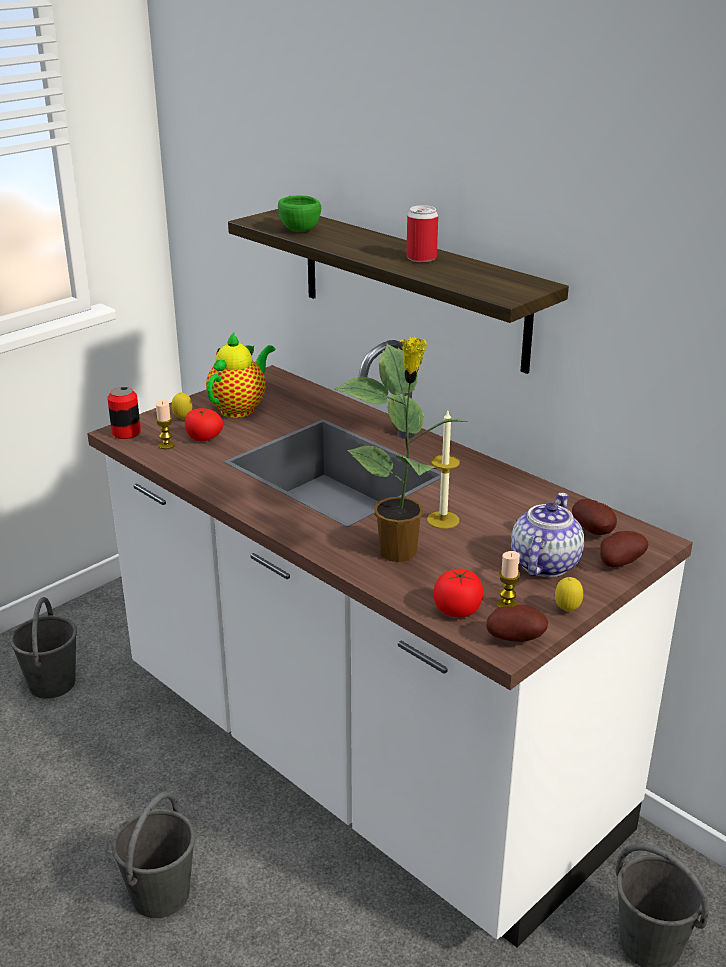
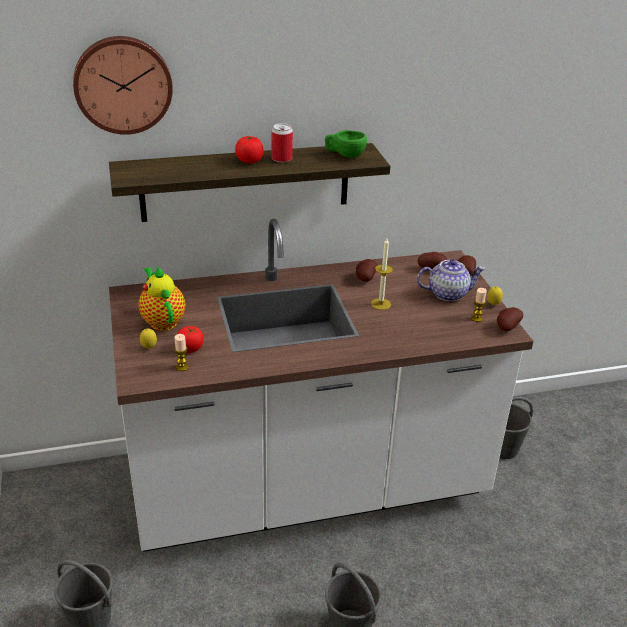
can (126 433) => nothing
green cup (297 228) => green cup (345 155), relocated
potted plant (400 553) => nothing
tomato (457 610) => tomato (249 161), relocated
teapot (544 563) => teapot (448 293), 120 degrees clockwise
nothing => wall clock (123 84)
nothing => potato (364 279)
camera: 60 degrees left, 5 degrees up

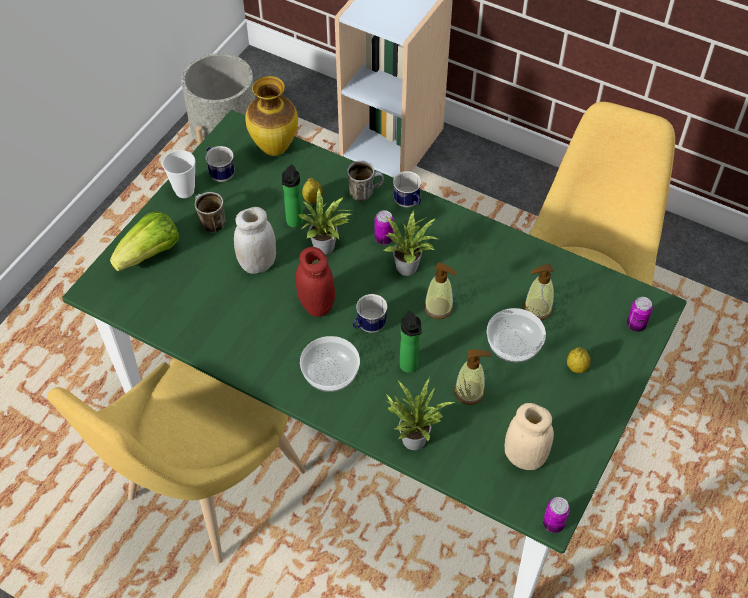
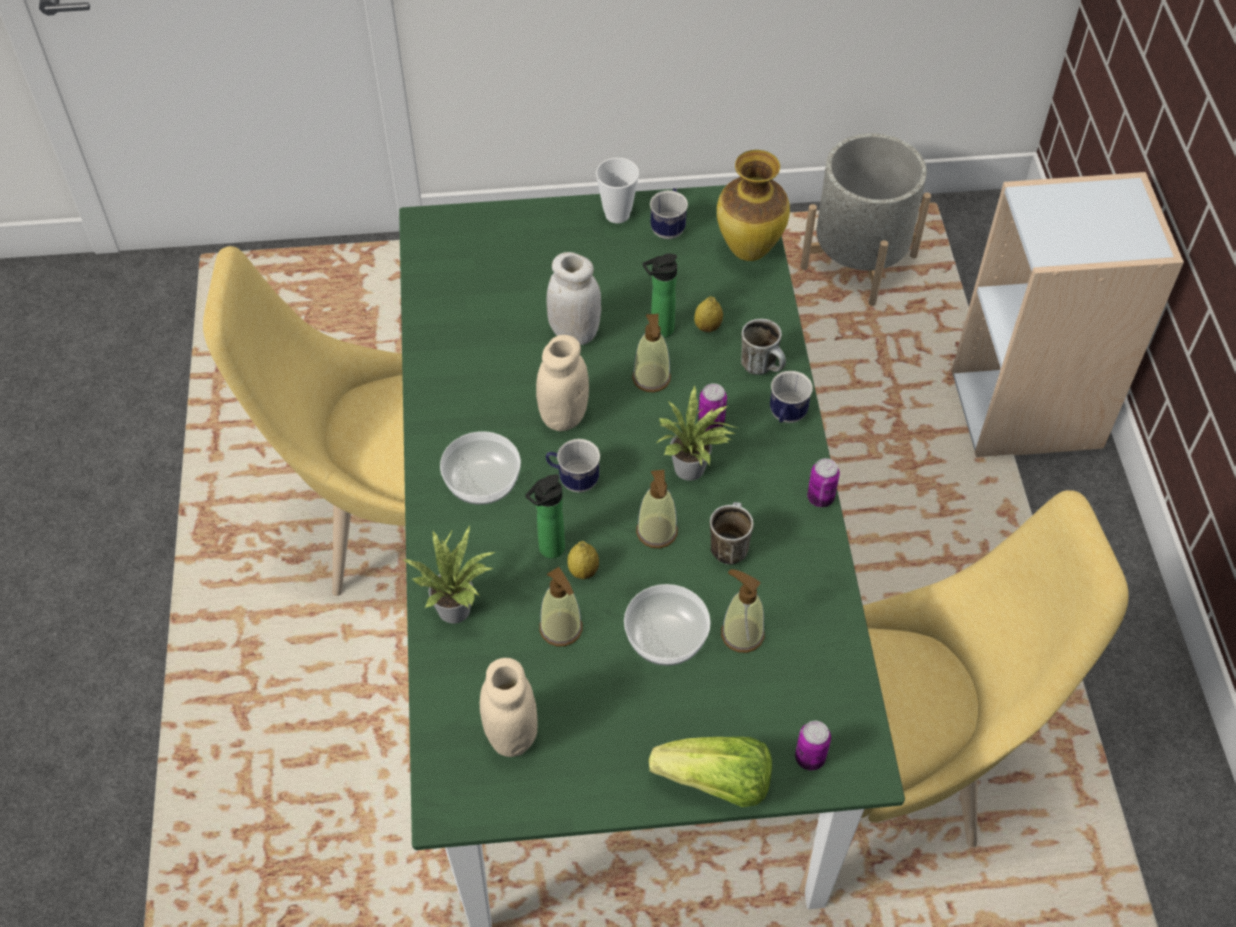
lettuce (150 254) => lettuce (716 783), relocated
mug (209 223) => mug (728 545), relocated
red jar (316 305) => beige jar (563 416)
potted plant (326 247) => soap dispenser (651 378)
can (553 523) => can (820 498), relocated
lemon (576 367) => lemon (583 571), relocated
camera: 55 degrees right, 0 degrees up

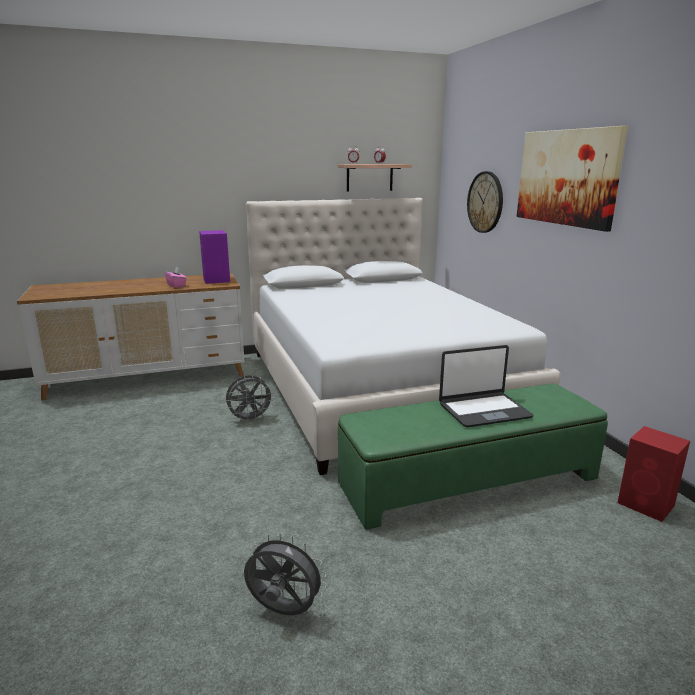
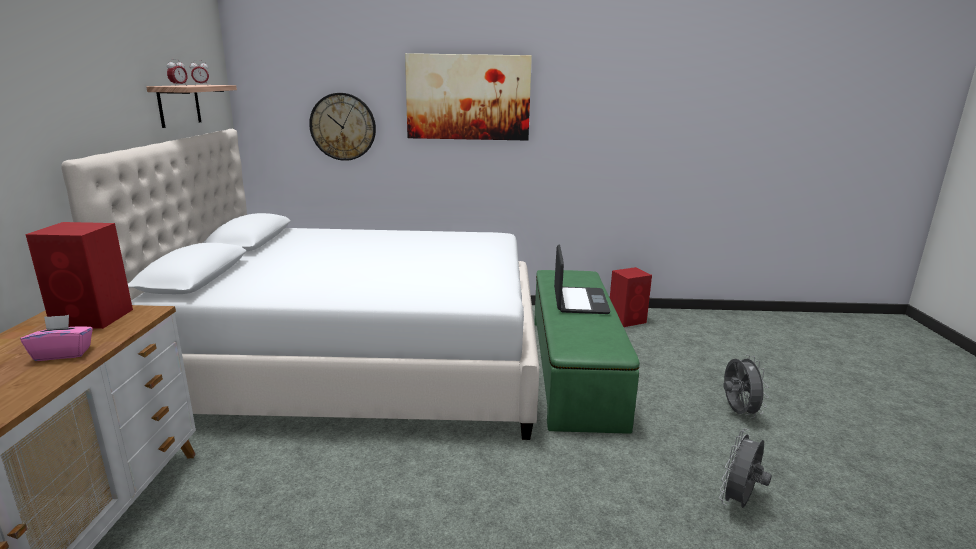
purple speaker (216 280) => red speaker (94 318)
grey fan (250 419) => grey fan (737 412), relocated
camera: 70 degrees left, 0 degrees up

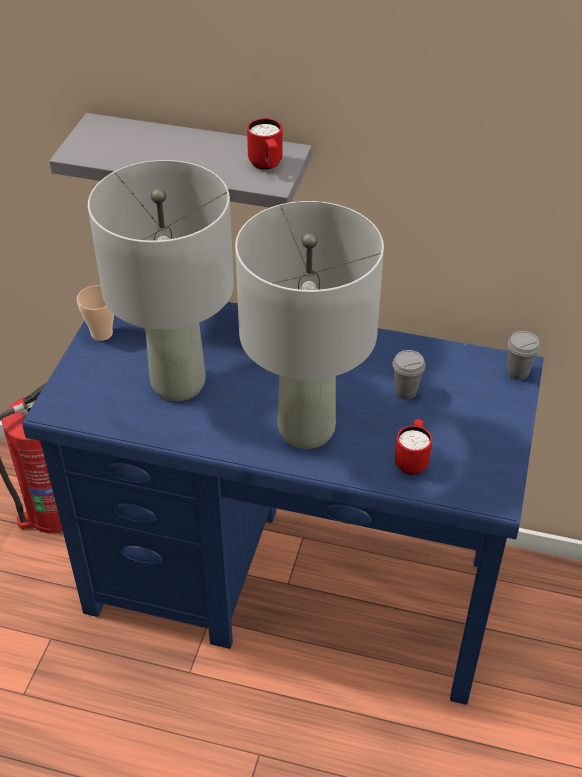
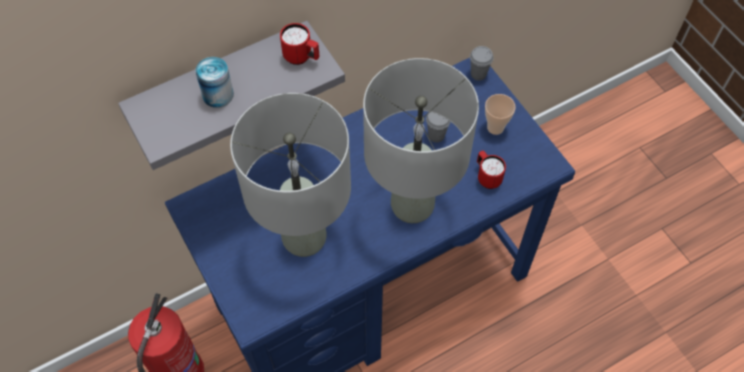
cup (102 333) => cup (495 127), relocated
nothing => can (218 95)
camera: 45 degrees left, 15 degrees up

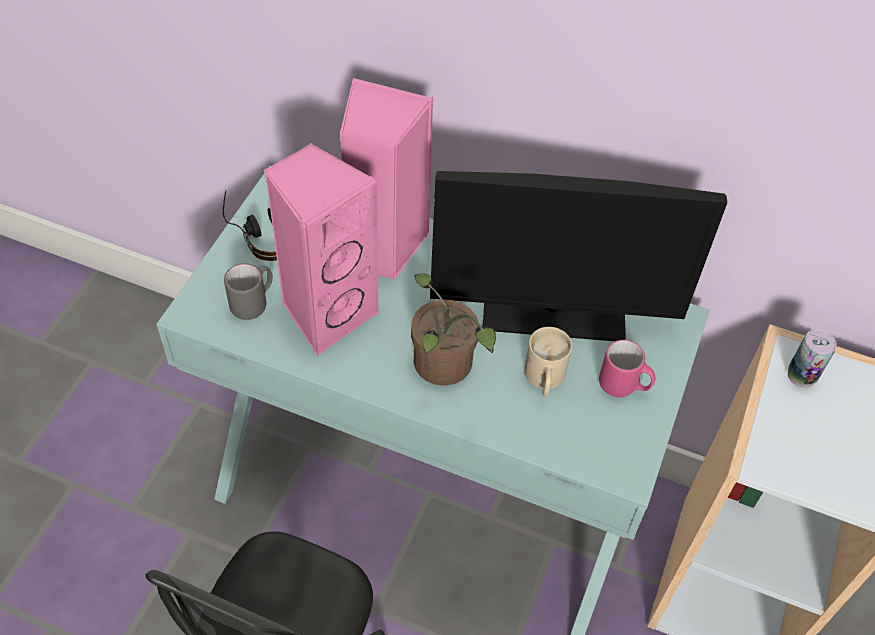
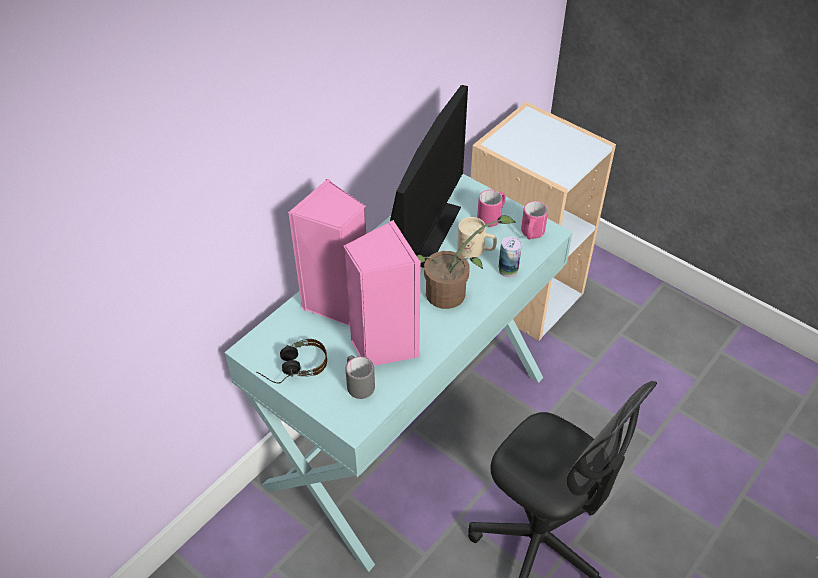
can (801 375) => can (508 270), relocated
nothing => pink mug (531 234)
camera: 70 degrees left, 5 degrees down

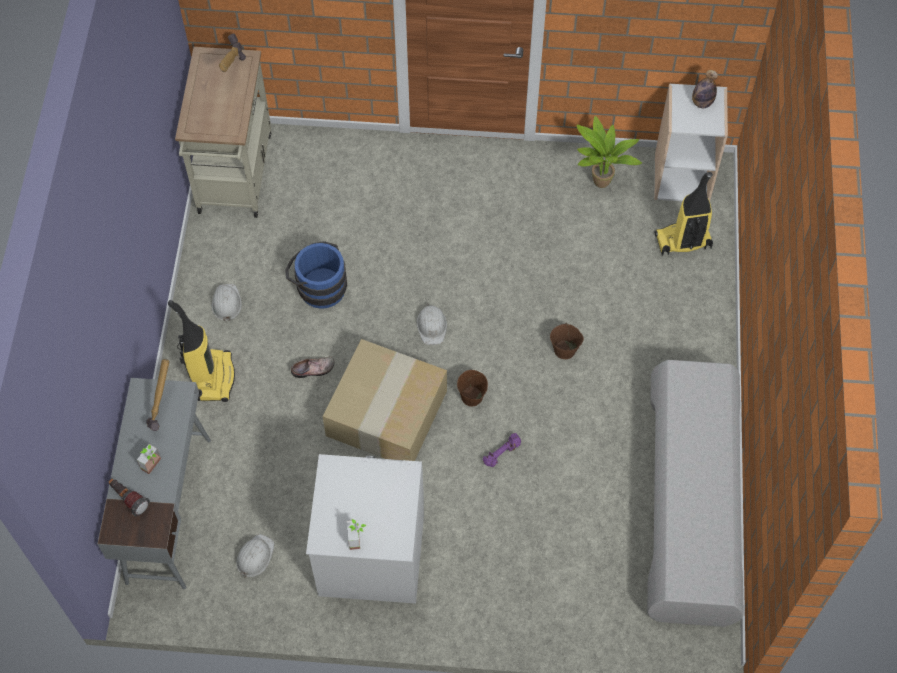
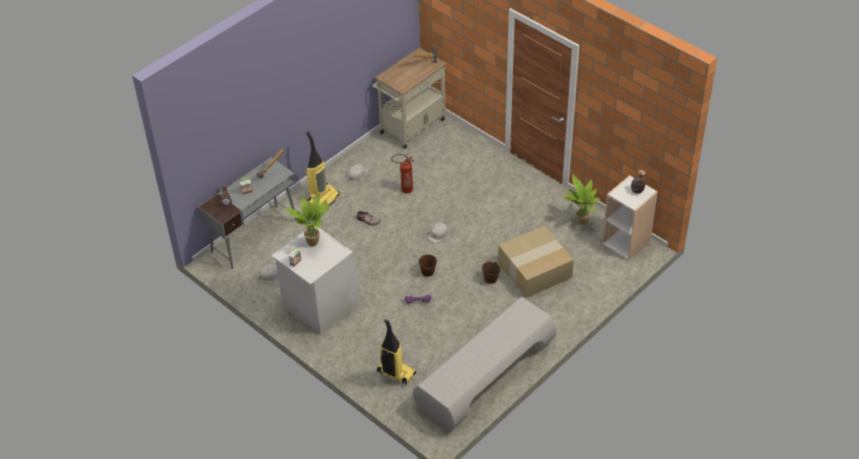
blue bucket (318 286) => fire extinguisher (404 190)
cardboard box (387 415) => cardboard box (534 271), relocated
vacuum cleaner (682 242) => vacuum cleaner (395 373), relocated
nothing => potted plant (313 241)
camera: 40 degrees right, 15 degrees down

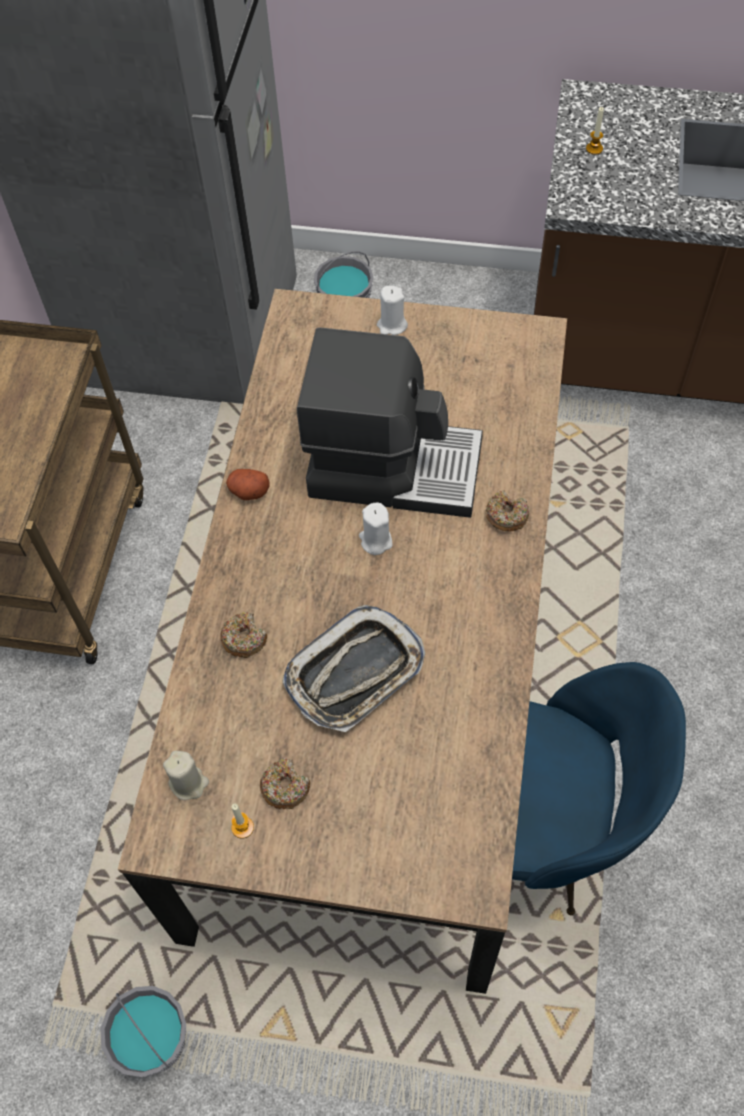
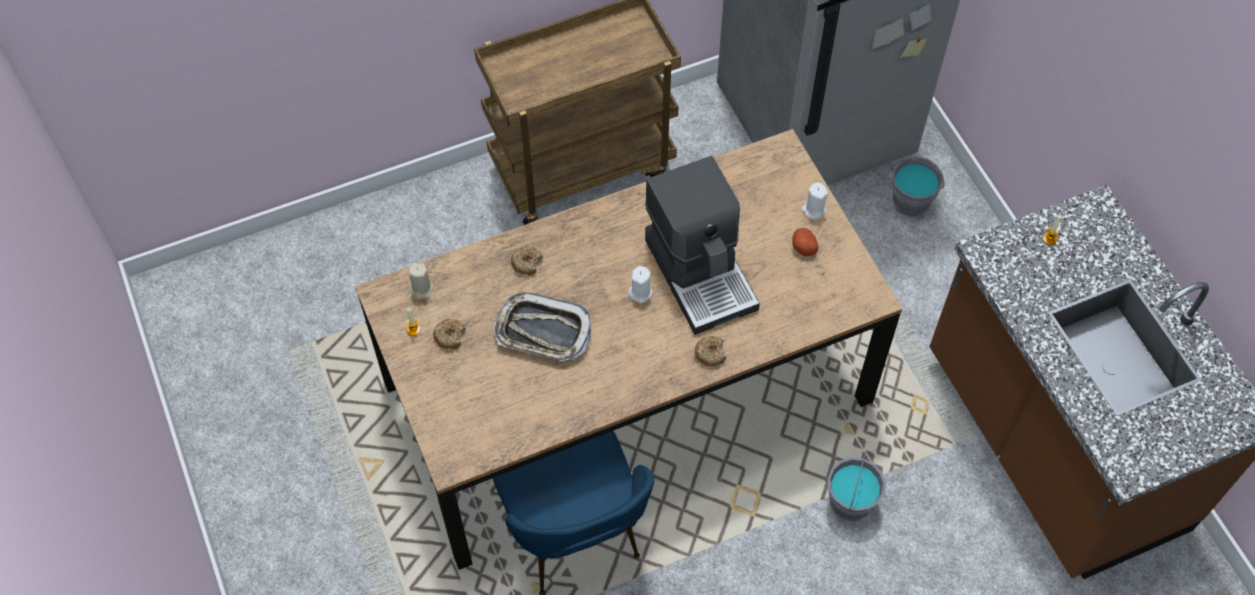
grey bucket (154 1041) => grey bucket (850 502), relocated
potato (248 491) => potato (803 246), relocated
camera: 55 degrees right, 0 degrees up

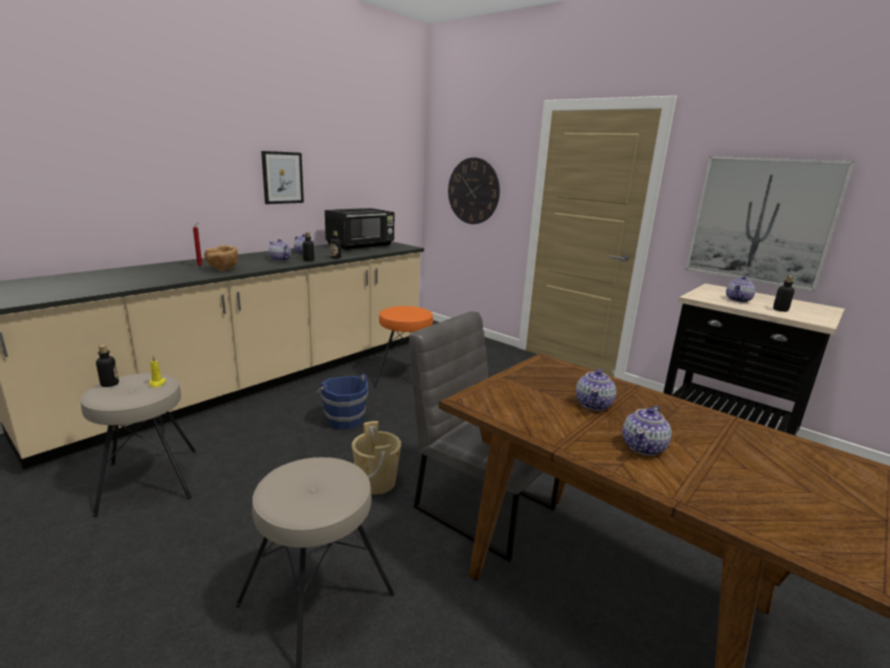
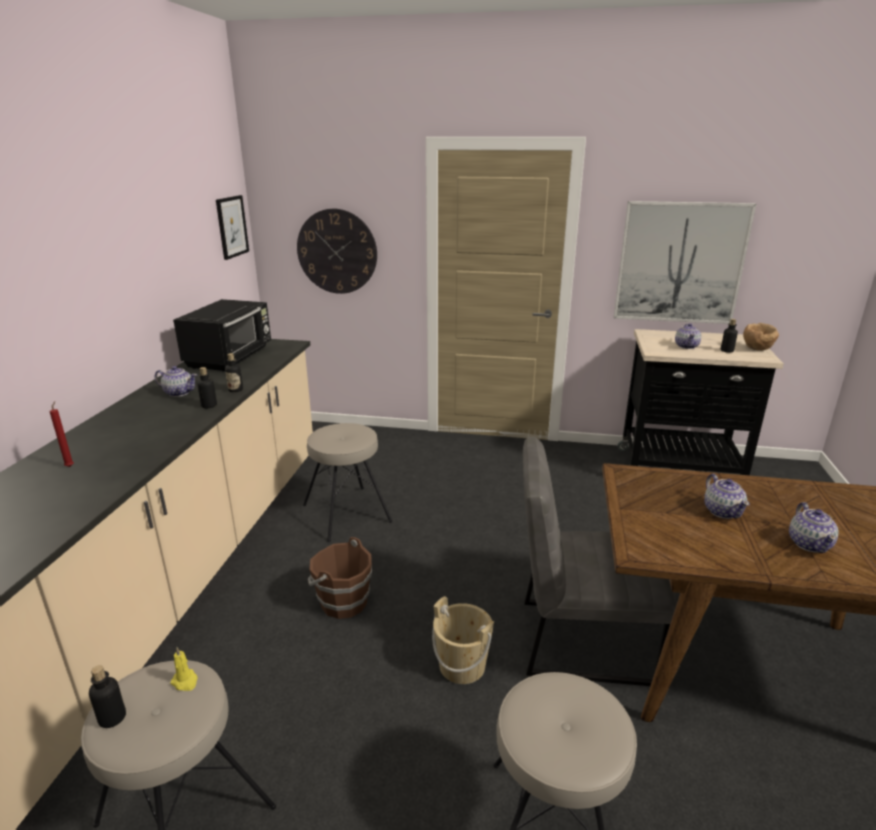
brown bowl (223 270) => brown bowl (757 349), relocated
picture (282 177) => picture (232 226), relocated
teapot (280 260) => nothing
blue bucket (344 419) => brown bucket (342 602)
orange stool (404 376) => beige stool (347 512)
camera: 30 degrees left, 5 degrees up

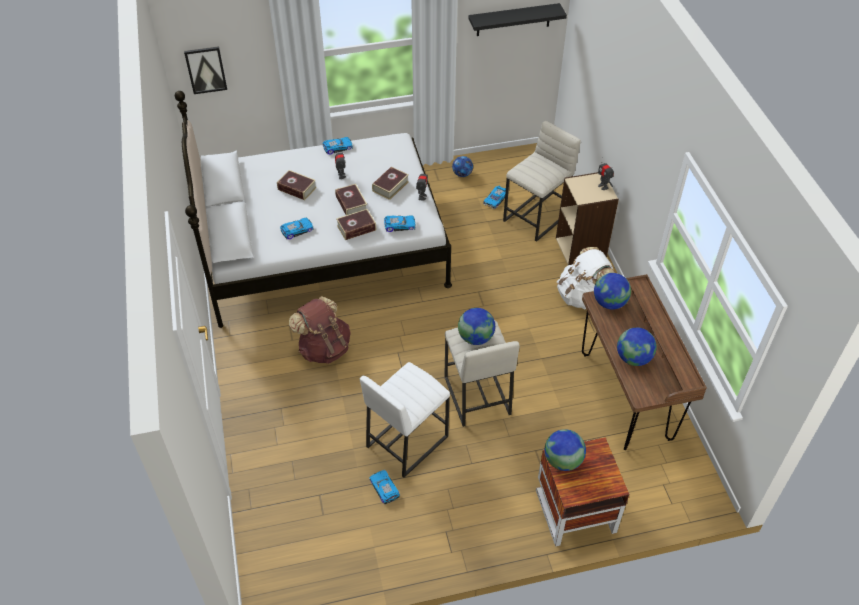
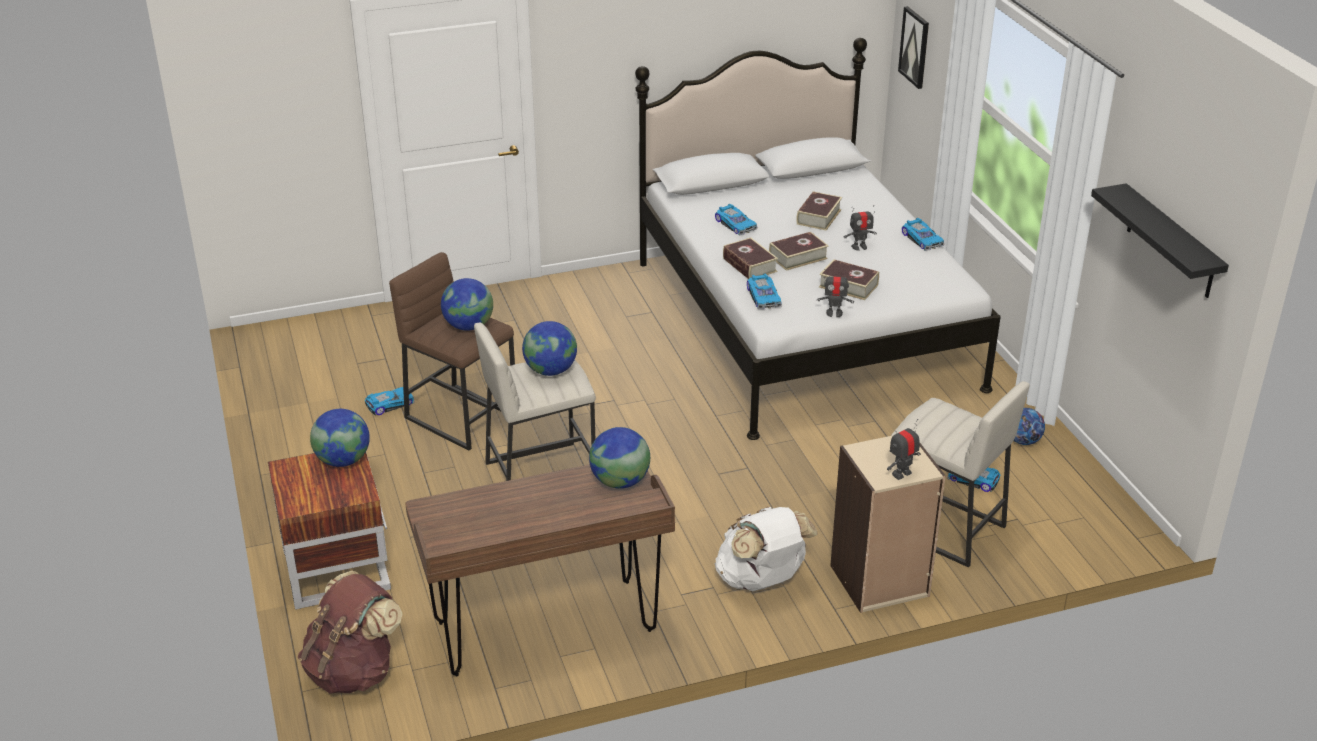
brown backpack (324 348) => brown backpack (353 671), relocated
white stool (407 441) => brown stool (461 417)
globe (633 358) => globe (468 326), relocated
camera: 85 degrees right, 15 degrees down

